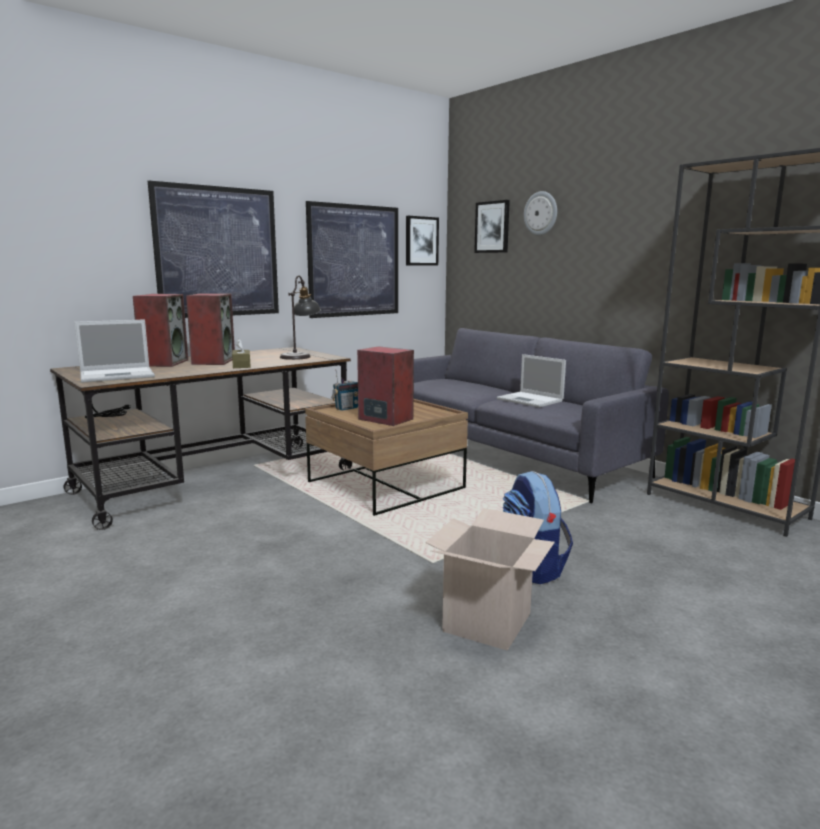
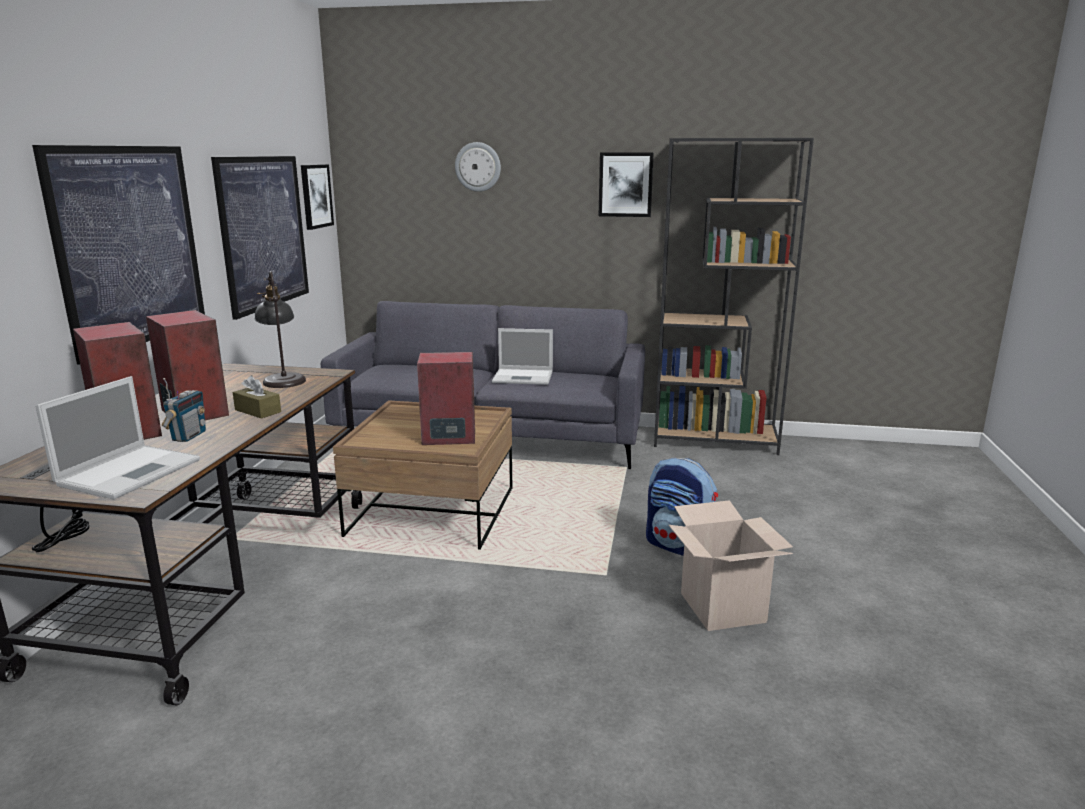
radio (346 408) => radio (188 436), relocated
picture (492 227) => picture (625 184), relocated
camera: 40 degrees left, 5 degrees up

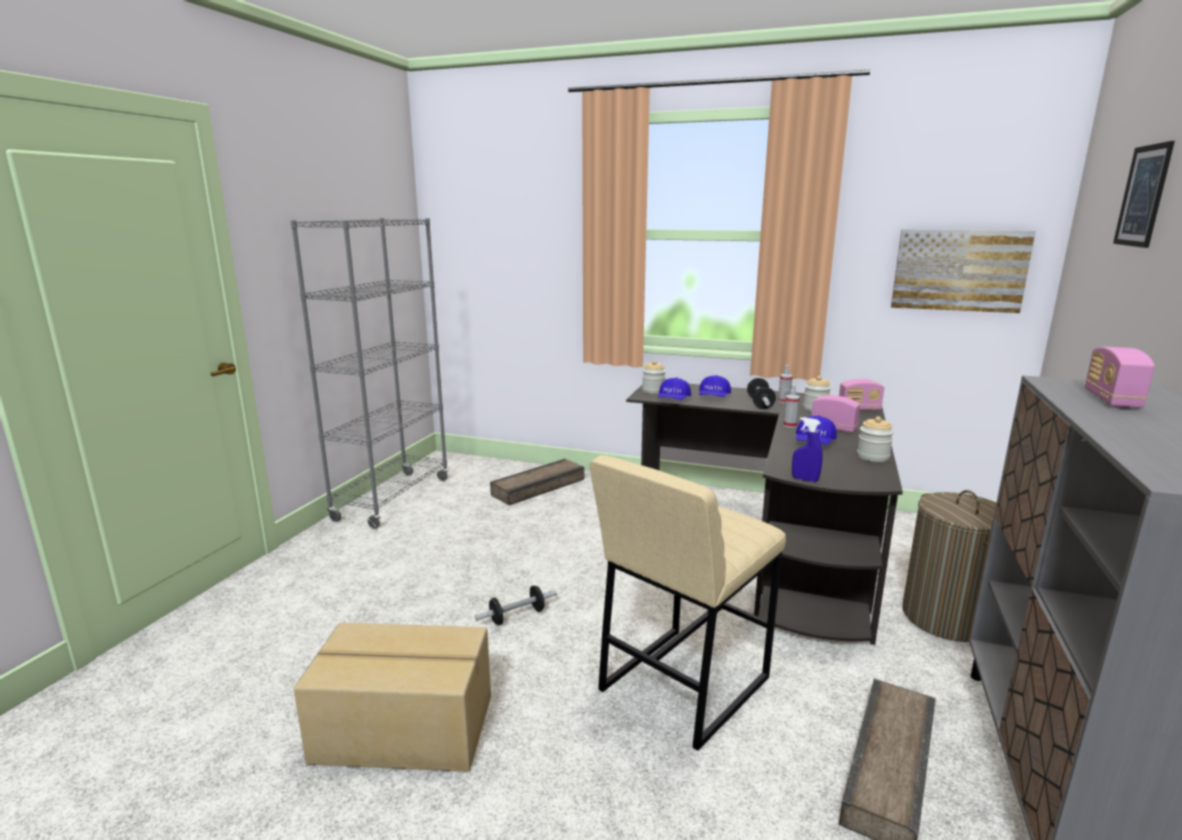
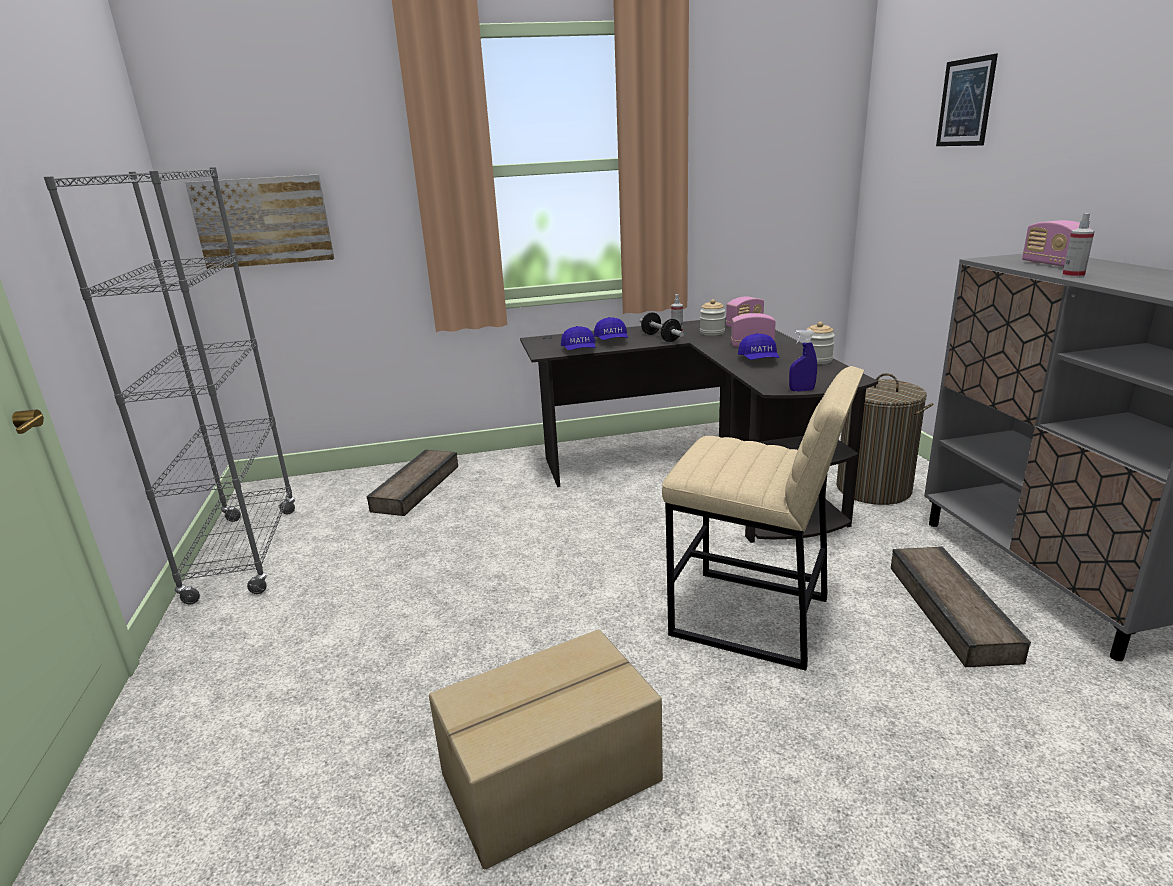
dumbbell (517 616) => nothing
beige chair (682 686) => beige chair (754 617), 75 degrees counterclockwise
jar (653 391) => nothing
spray bottle (790 425) => spray bottle (1073 276), relocated
picture (959 270) => picture (263 221), relocated
camera: 30 degrees left, 5 degrees up

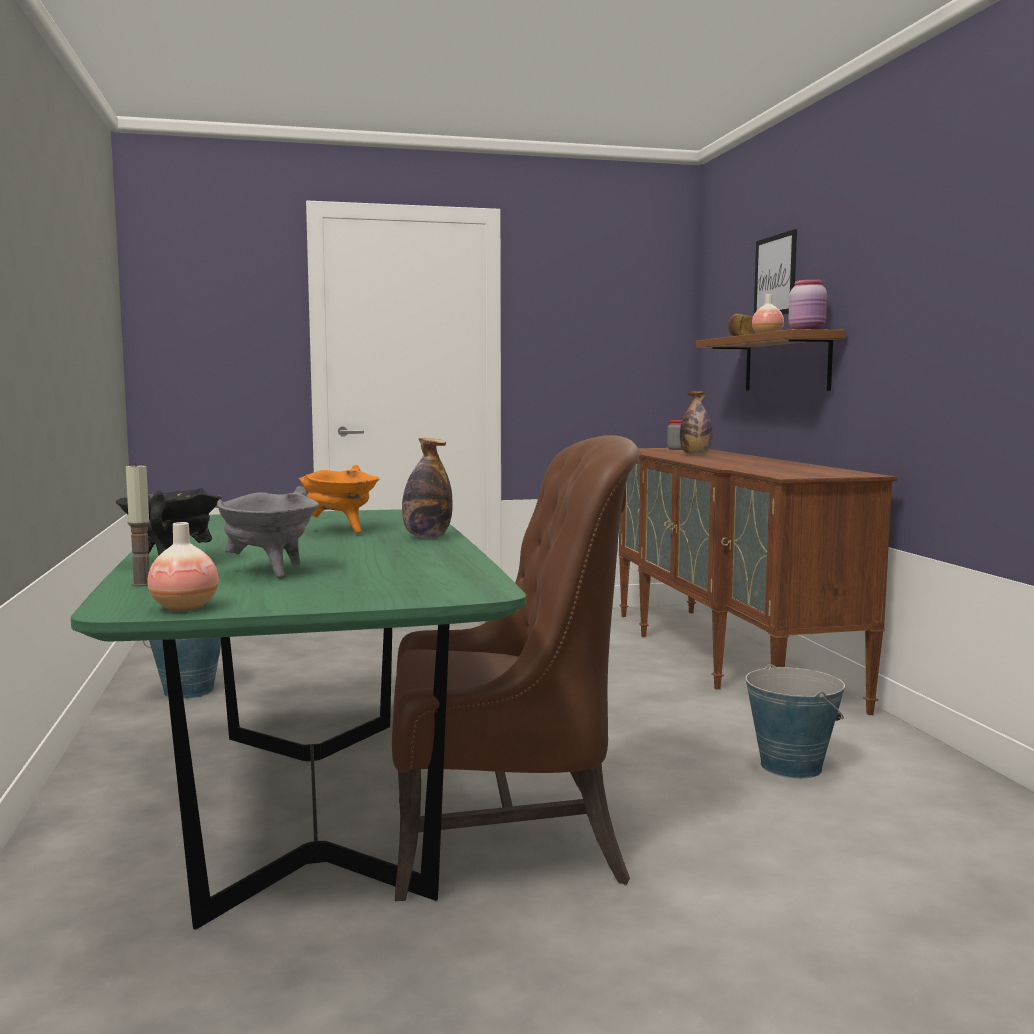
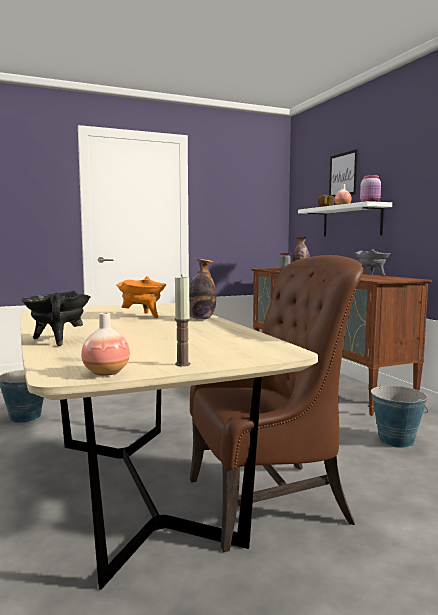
green dining table (315 804) => beige dining table (139 487)
candle (142 584) => candle (182 364), relocated
grey cooking pot (269 572) => grey cooking pot (372 275), relocated
brown shelf (786 363) => white shelf (351 221)
camera: 10 degrees left, 0 degrees up

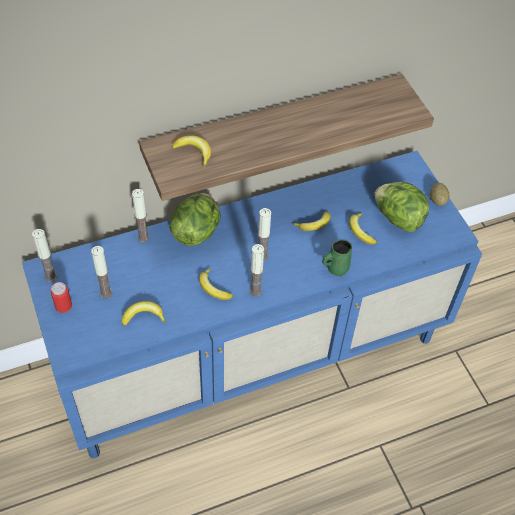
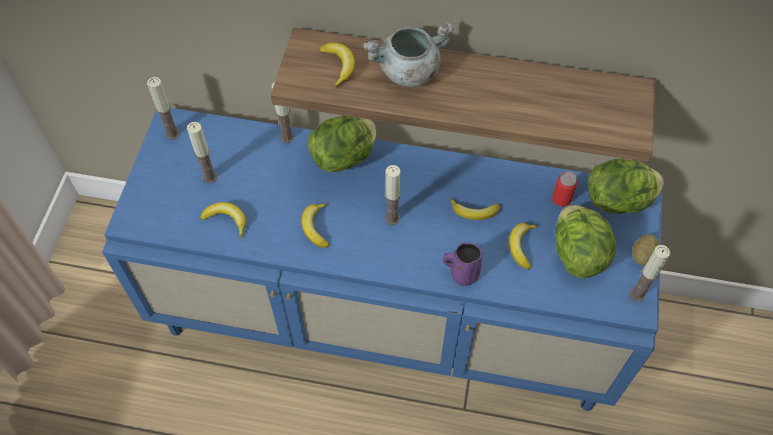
can (63 306) => can (561 199), relocated
candle (255 291) => candle (637 294), relocated
green mug (336 268) => purple mug (462 274)
nothing => grey cooking pot (408 72)
nothing => lettuce (619 200)
camera: 35 degrees right, 5 degrees up

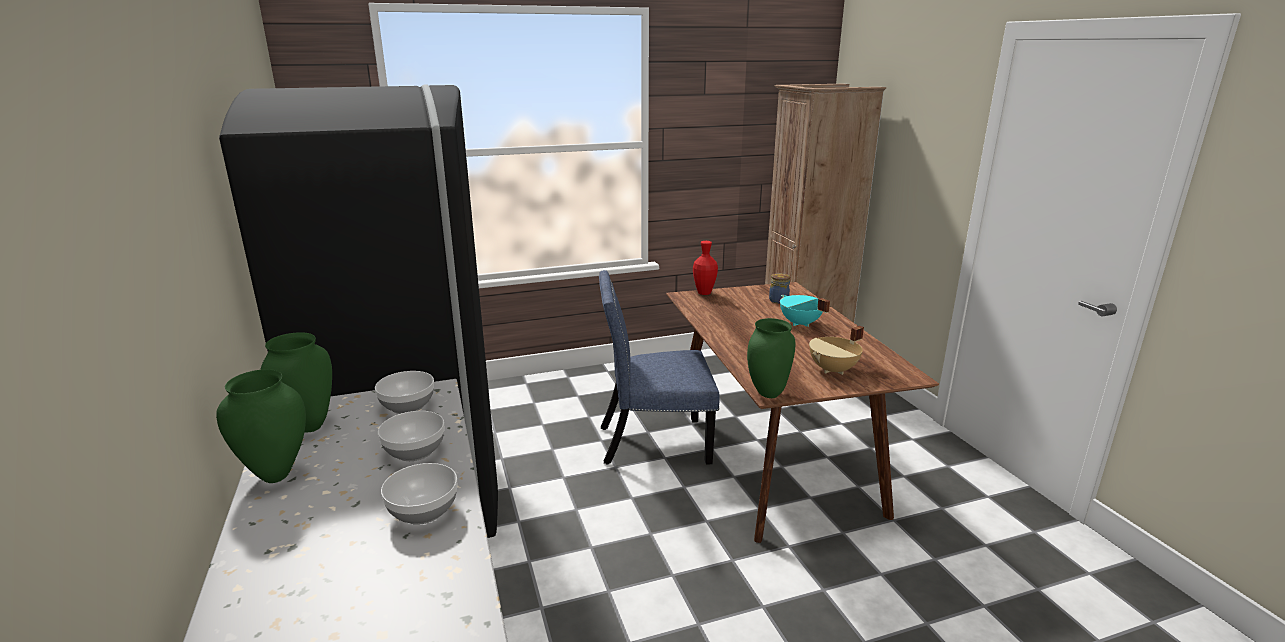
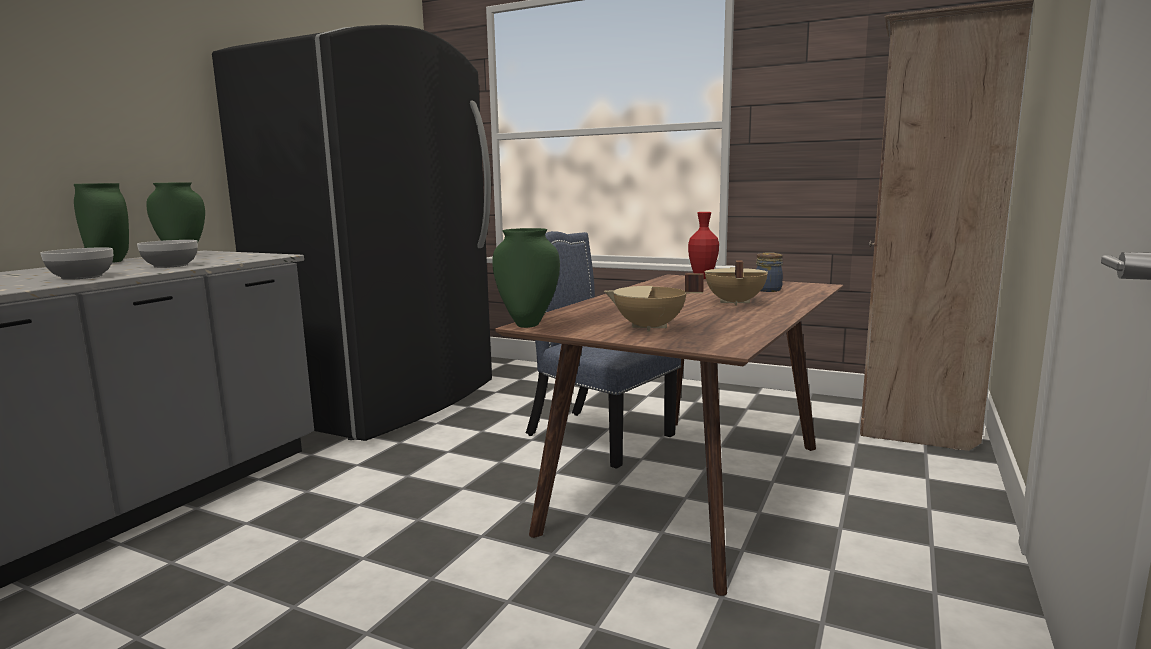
bowl (406 406) => nothing
turquoise cooking pot (800 323) => beige cooking pot (733 302)
camera: 45 degrees right, 10 degrees down

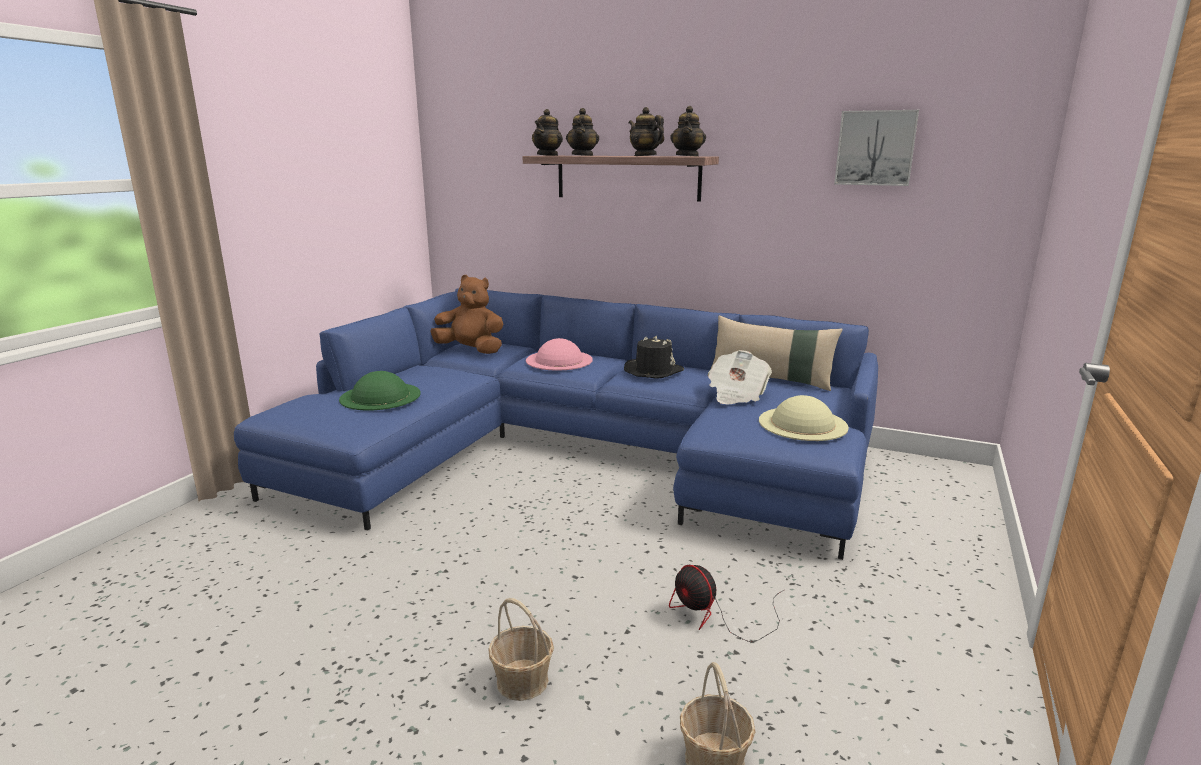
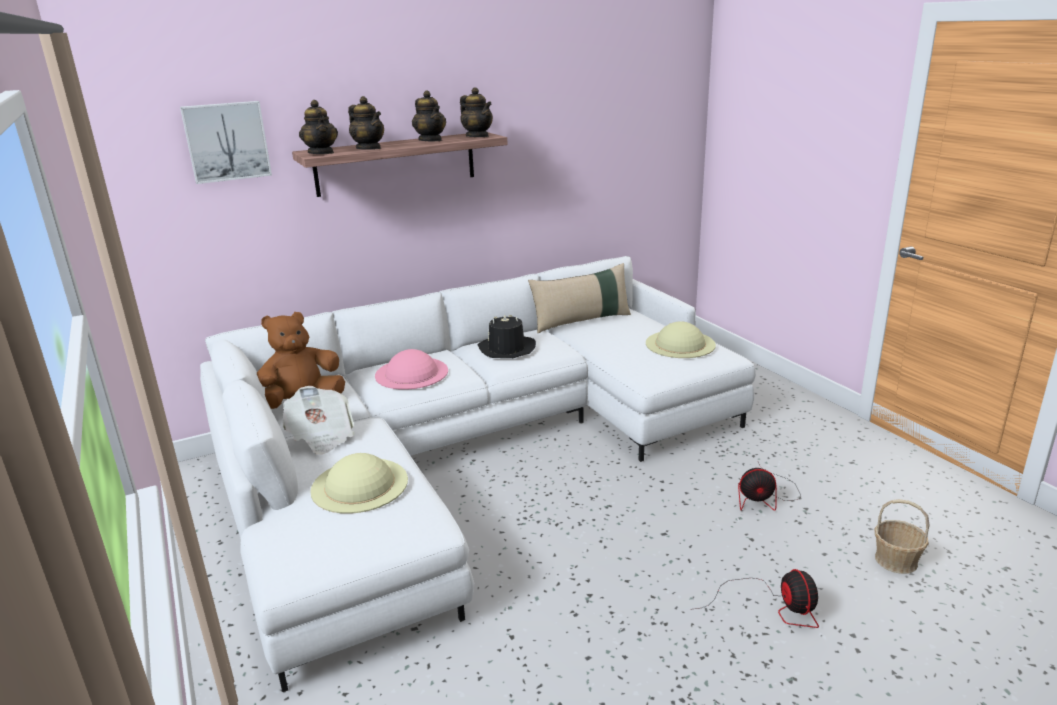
blue sofa (577 453) => white sofa (469 455)
green hat (380 396) => beige hat (360 485)
basket (522 681) => fan (773 606)
teapot (645 156) => teapot (430 140), 120 degrees counterclockwise
newspaper (736 394) => newspaper (321 436), relocated
picture (875 148) => picture (226 141), relocated
camera: 50 degrees left, 5 degrees up

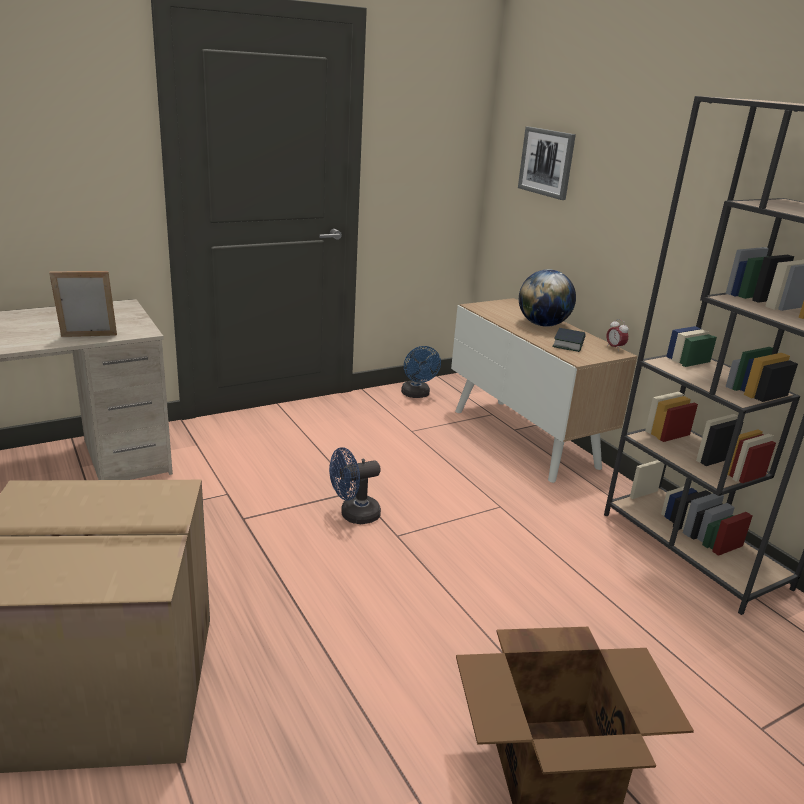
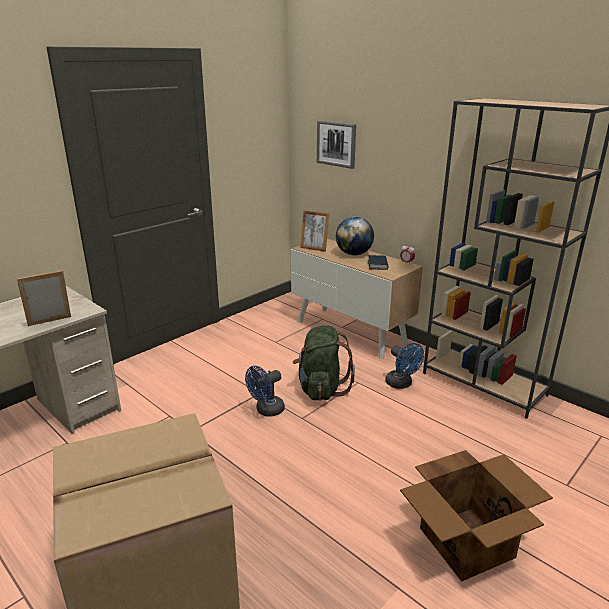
blue fan (417 395) => blue fan (401 384), relocated
nothing => green backpack (321 389)
nothing => picture frame (314 248)
camera: 15 degrees left, 0 degrees up

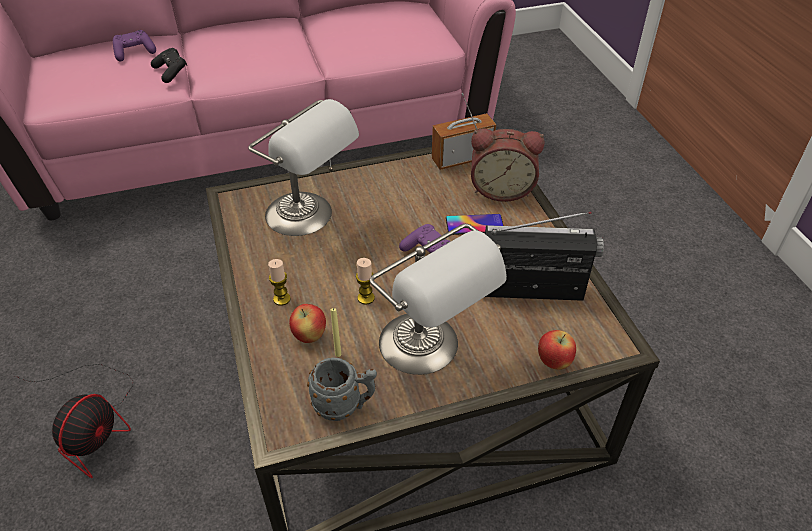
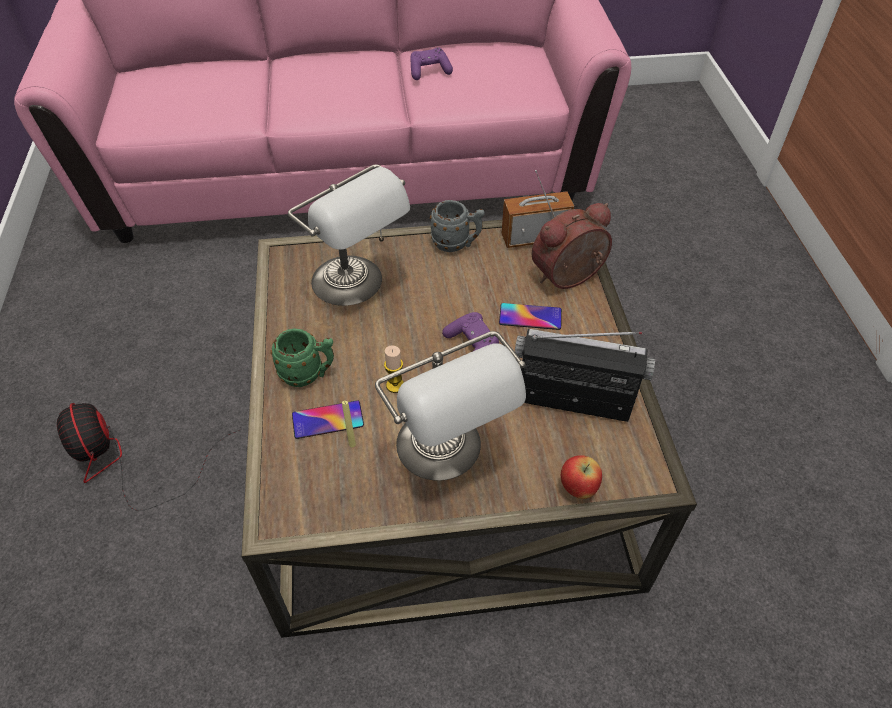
fan (93 423) => fan (126 462), 120 degrees clockwise
purple game controller (134 53) => purple game controller (429 71), relocated
black game controller (171 72) => nothing
candle (282 299) => green mug (308 374)
apple (309 336) => phone (327 420)
grey mug (345 405) => grey mug (457 244), relocated
alarm clock (501 189) => alarm clock (569 278), 135 degrees clockwise
camera: 10 degrees right, 5 degrees up

